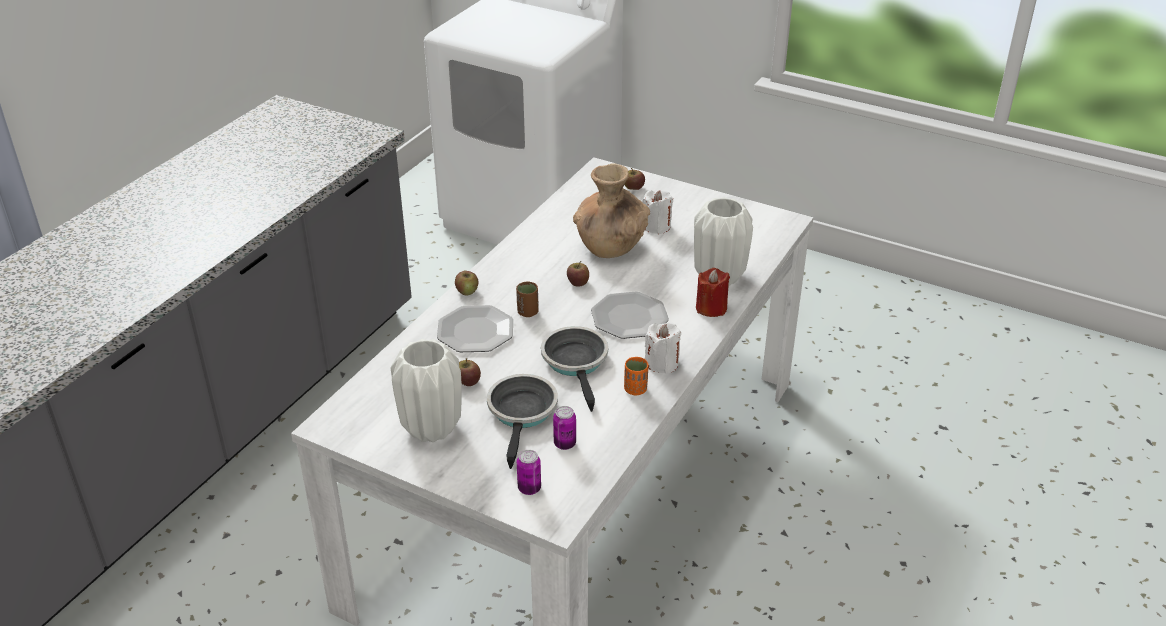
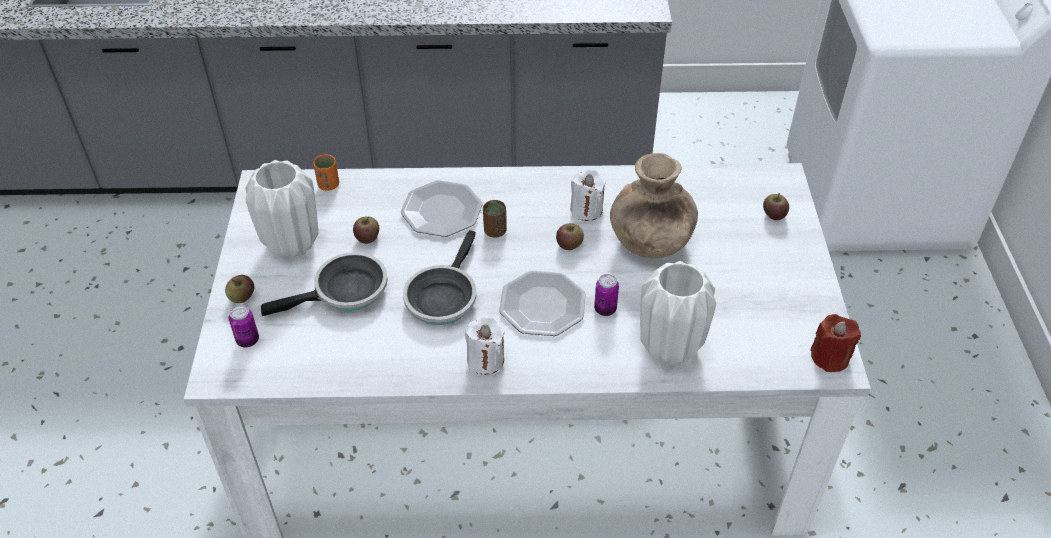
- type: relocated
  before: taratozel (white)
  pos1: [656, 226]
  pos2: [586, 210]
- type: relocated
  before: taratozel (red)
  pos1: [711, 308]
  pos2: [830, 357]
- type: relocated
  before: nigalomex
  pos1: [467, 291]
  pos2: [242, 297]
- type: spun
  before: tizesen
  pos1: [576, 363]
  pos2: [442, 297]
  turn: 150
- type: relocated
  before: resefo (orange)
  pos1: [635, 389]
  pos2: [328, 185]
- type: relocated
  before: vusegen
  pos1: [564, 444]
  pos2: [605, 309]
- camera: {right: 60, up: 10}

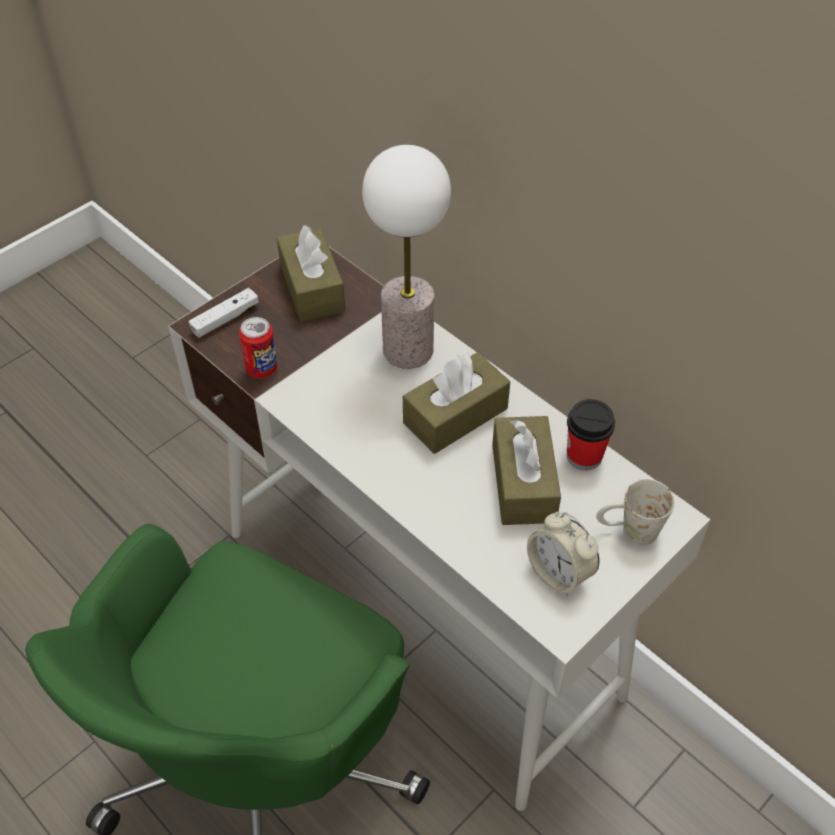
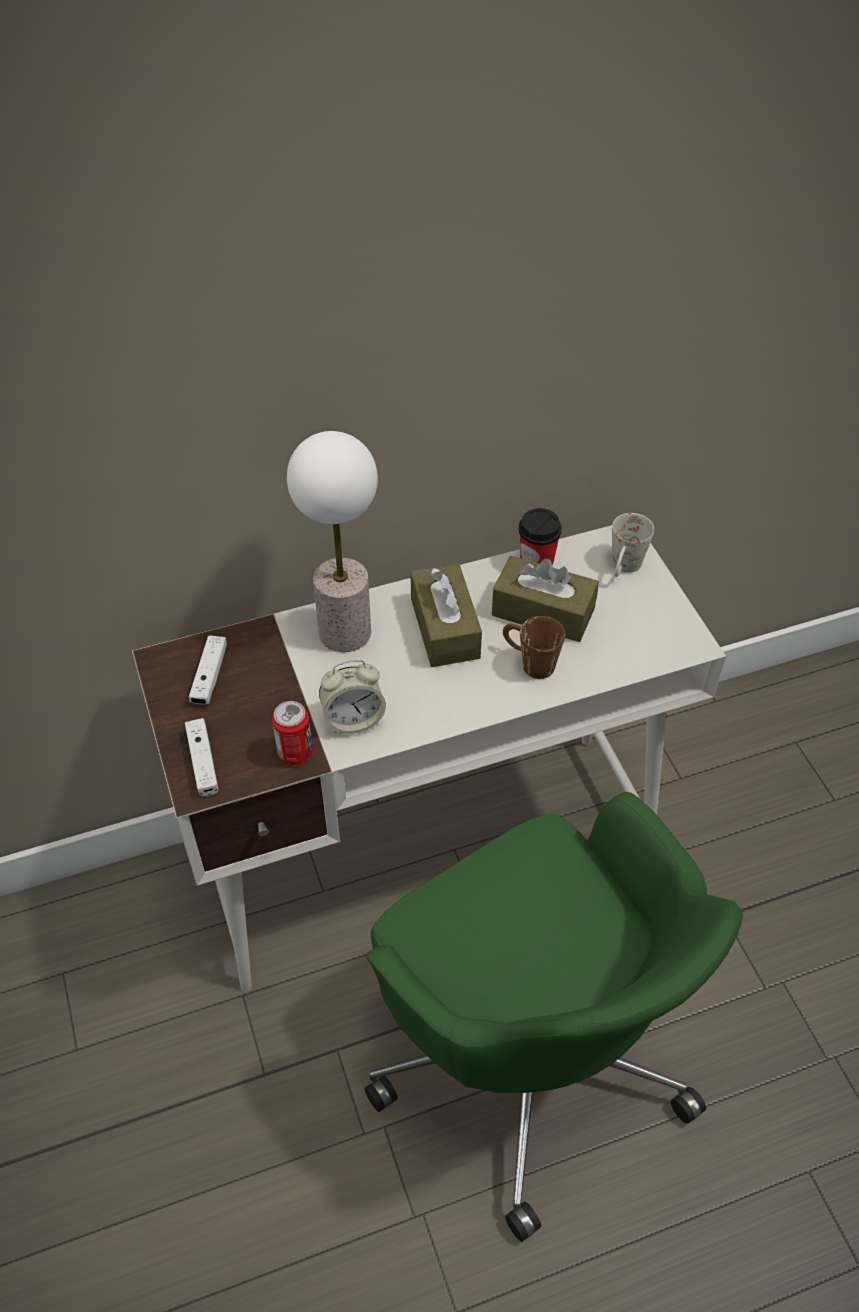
- type: exchanged
  before: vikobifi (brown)
  after: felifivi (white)
  pos1: [312, 288]
  pos2: [209, 676]
- type: relocated
  before: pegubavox
  pos1: [559, 573]
  pos2: [353, 719]
- type: appeared
  after: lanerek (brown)
  pos2: [529, 662]
- camera: {right: -65, up: 0}

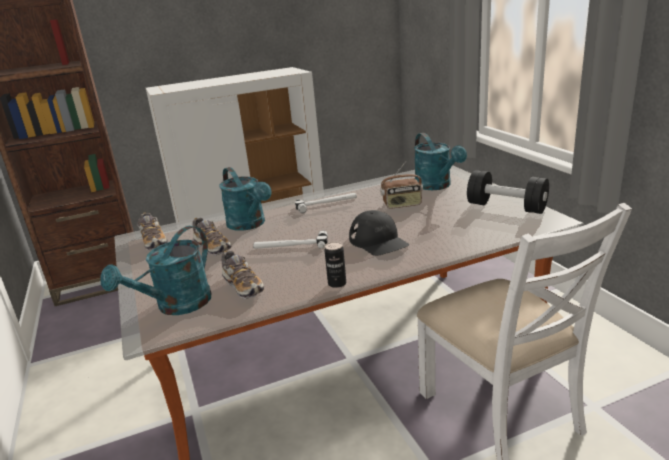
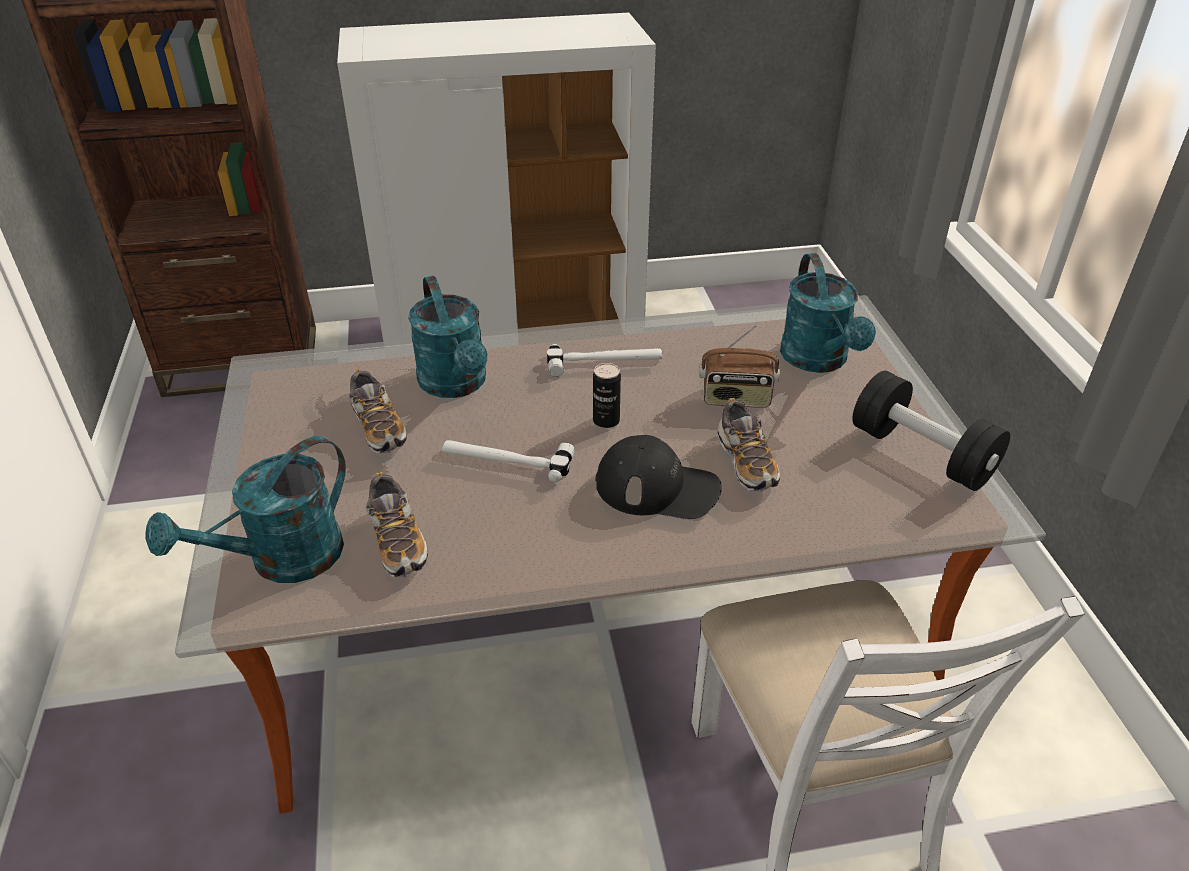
- type: spun
  before: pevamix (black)
  pos1: [378, 241]
  pos2: [658, 487]
  turn: -60
- type: relocated
  before: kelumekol
  pos1: [154, 242]
  pos2: [746, 462]
- type: relocated
  before: vusegen
  pos1: [337, 283]
  pos2: [606, 420]
- camera: {right: 10, up: 15}

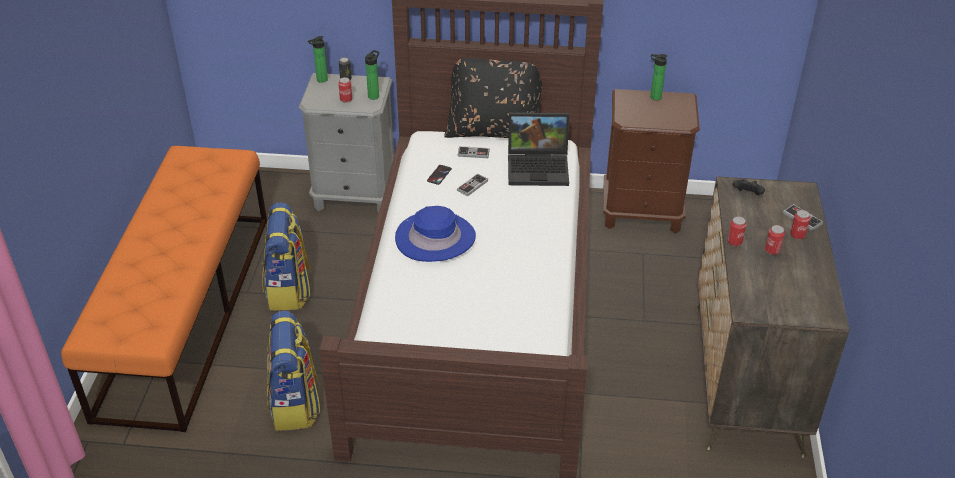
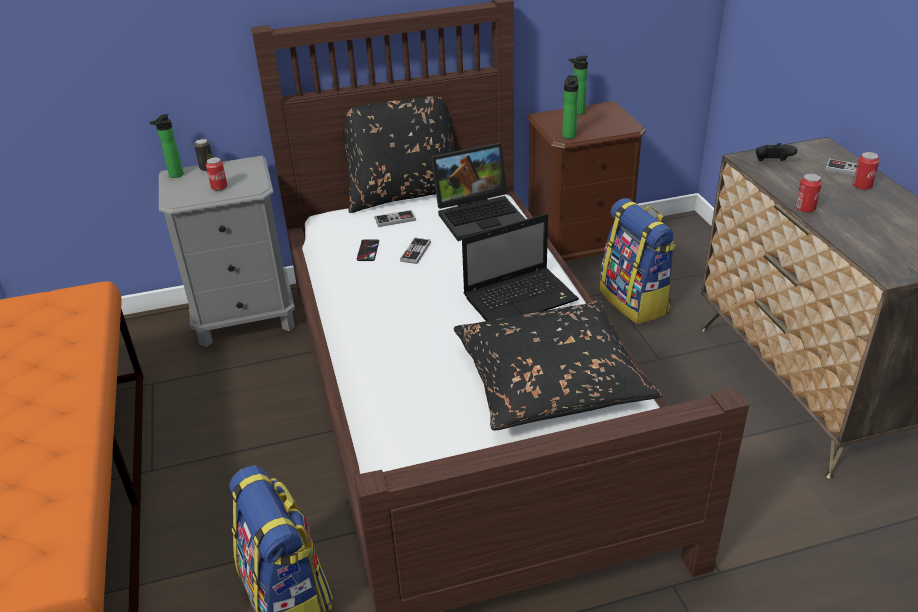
- type: relocated
  before: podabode
  pos1: [374, 95]
  pos2: [569, 135]
- type: relocated
  before: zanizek
  pos1: [289, 290]
  pos2: [635, 302]
- type: missing
  before: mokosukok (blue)
  pos1: [435, 238]
- type: missing
  before: vusegen
  pos1: [772, 250]
- type: appeared
  after: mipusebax
  pos2: [522, 298]
- type: appeared
  after: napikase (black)
  pos2: [550, 380]
- camera: {right: -20, up: -5}

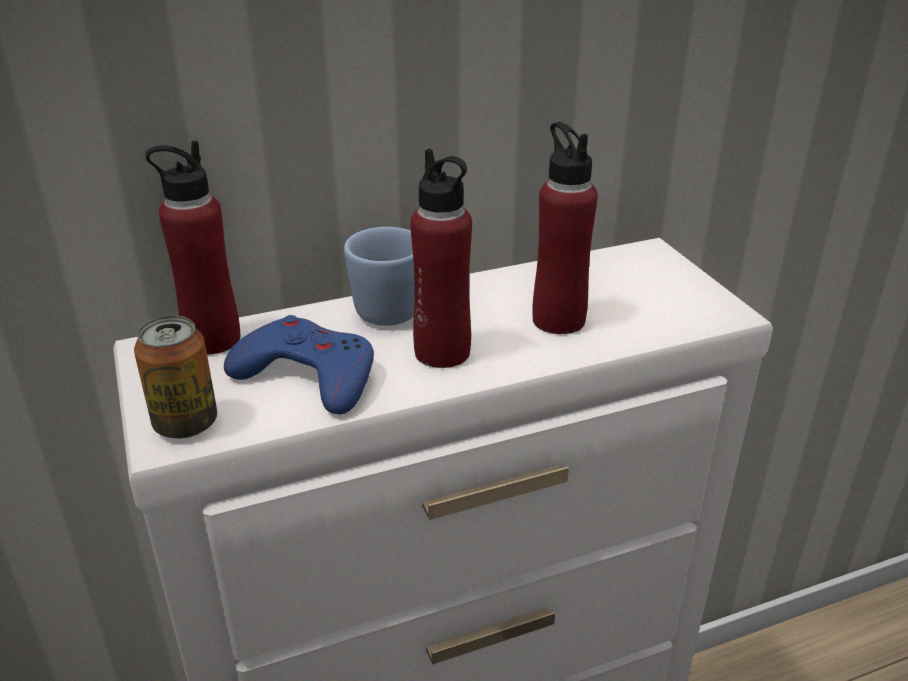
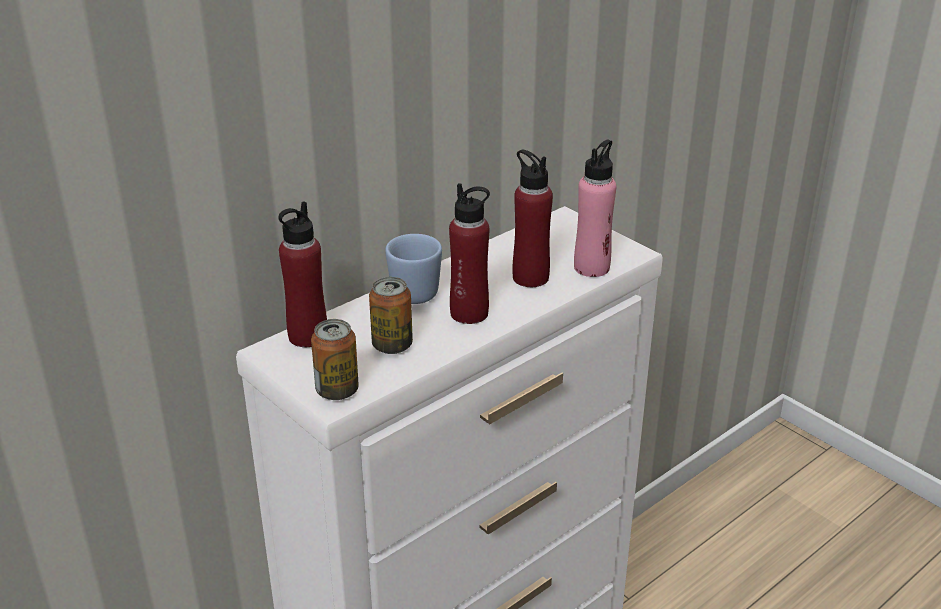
- type: exchanged
  before: felifivi (blue)
  after: vusegen
  pos1: [307, 375]
  pos2: [392, 345]
- type: appeared
  after: podabode (pink)
  pos2: [592, 267]
- camera: {right: -20, up: 0}

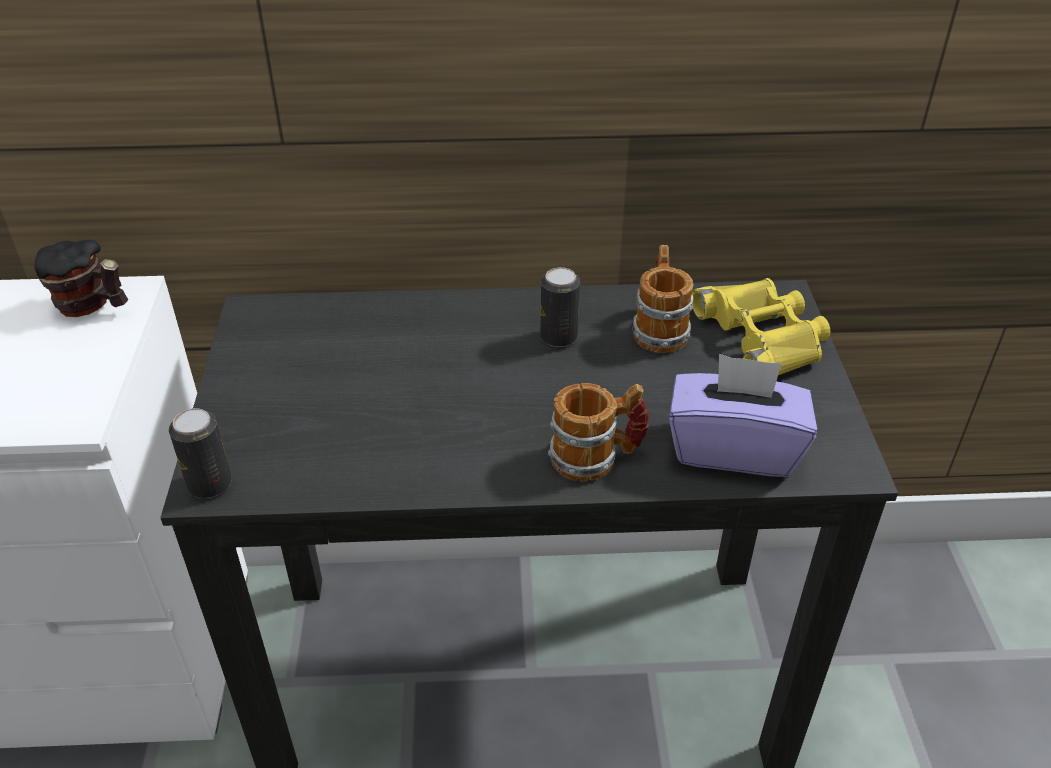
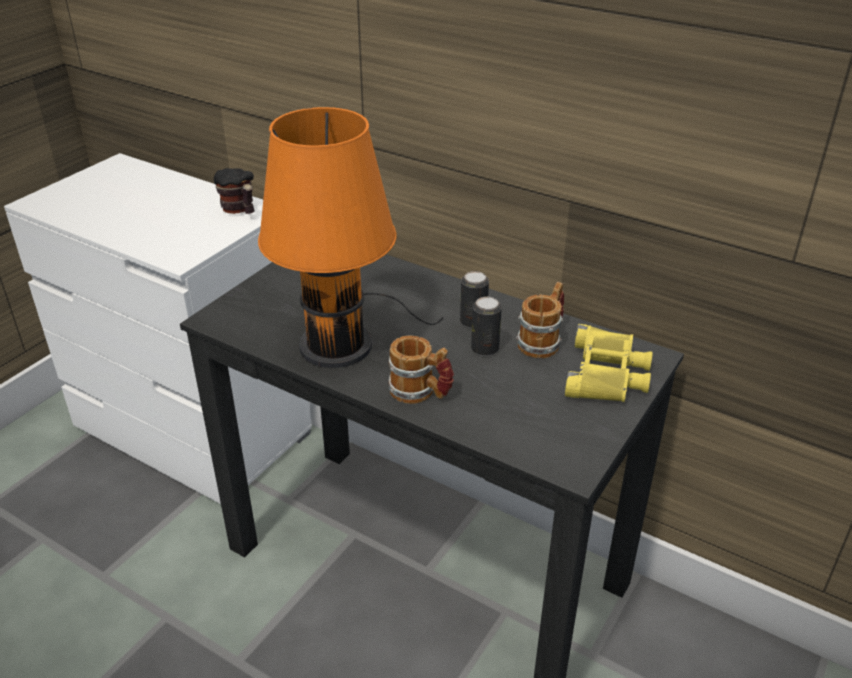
- type: missing
  before: vikobifi (purple)
  pos1: [734, 448]
- type: relocated
  before: vusegen
  pos1: [210, 484]
  pos2: [484, 349]
- type: appeared
  after: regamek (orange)
  pos2: [342, 341]
- camera: {right: 35, up: -5}

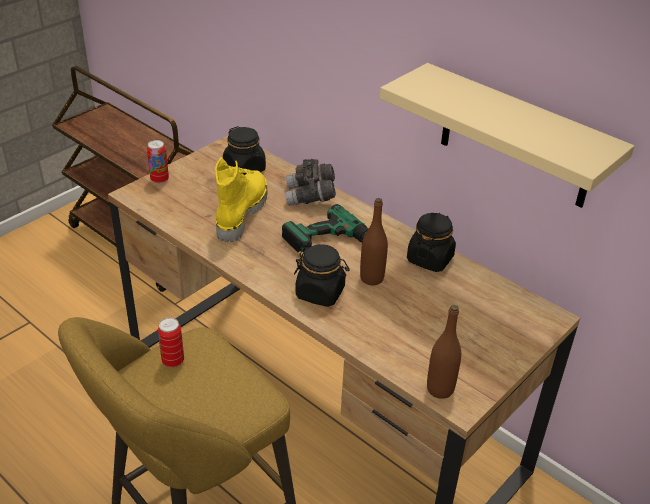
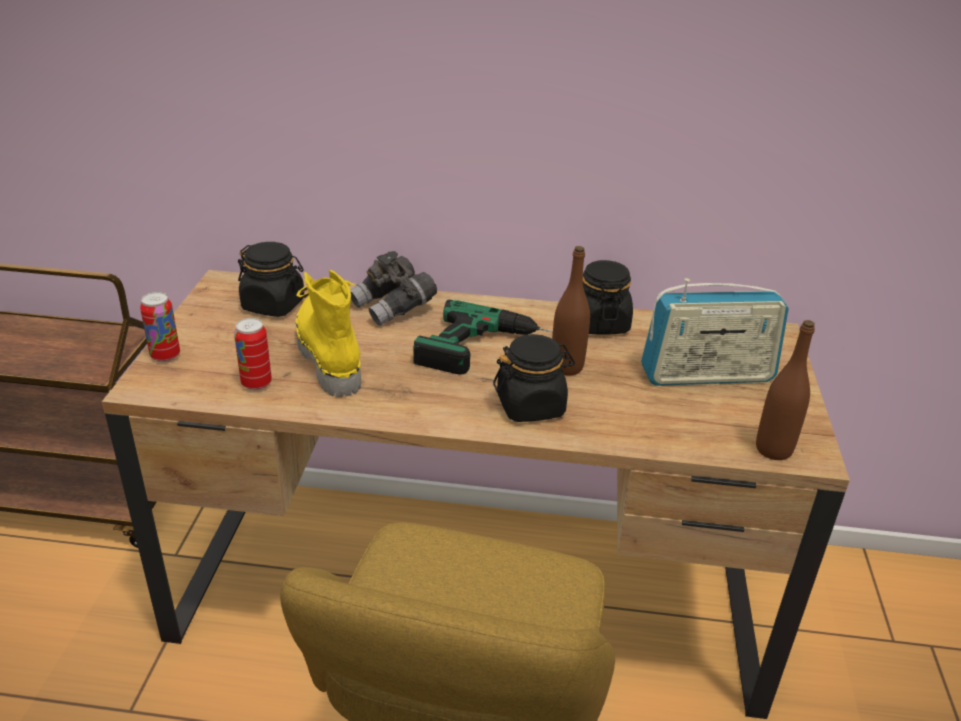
- type: missing
  before: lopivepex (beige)
  pos1: [516, 138]
- type: relocated
  before: vusegen
  pos1: [173, 361]
  pos2: [256, 383]
- type: appeared
  after: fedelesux
  pos2: [707, 375]
- camera: {right: -35, up: -5}

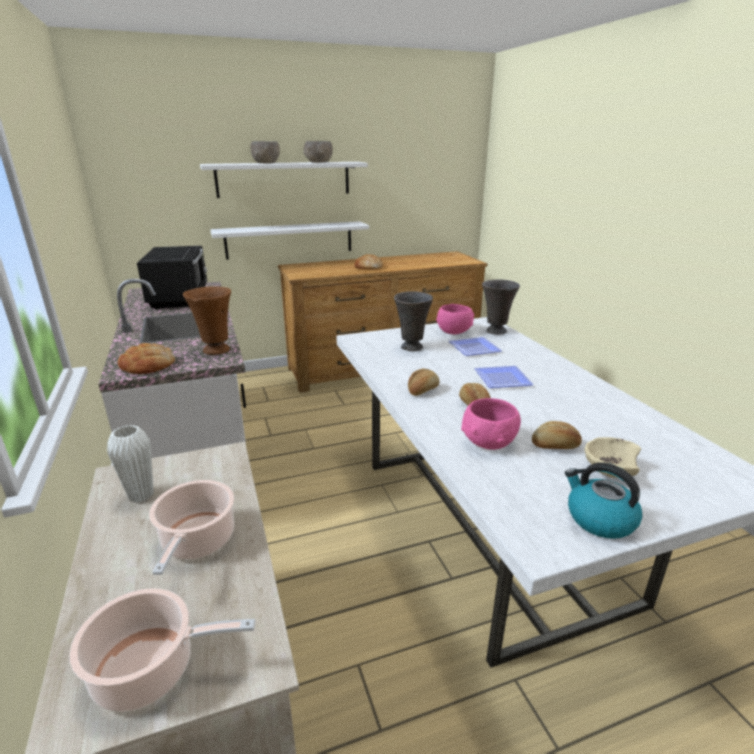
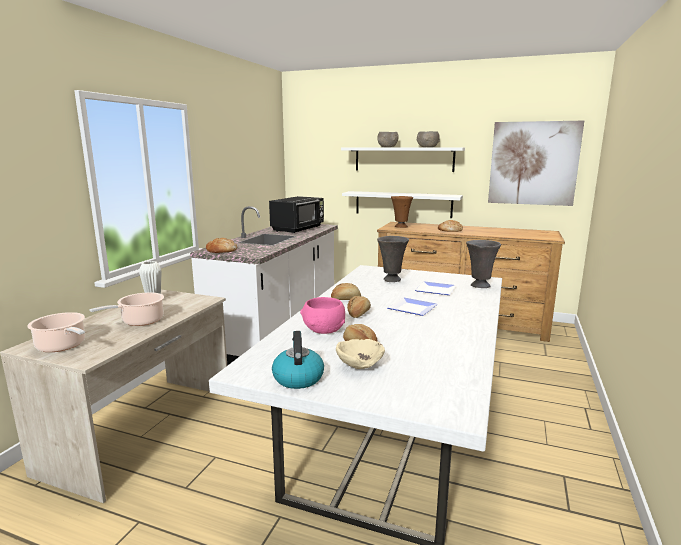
- type: relocated
  before: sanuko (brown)
  pos1: [215, 350]
  pos2: [400, 227]
- type: missing
  before: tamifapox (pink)
  pos1: [454, 331]
- type: appeared
  after: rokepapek
  pos2: [533, 163]
- camera: {right: 40, up: -10}

